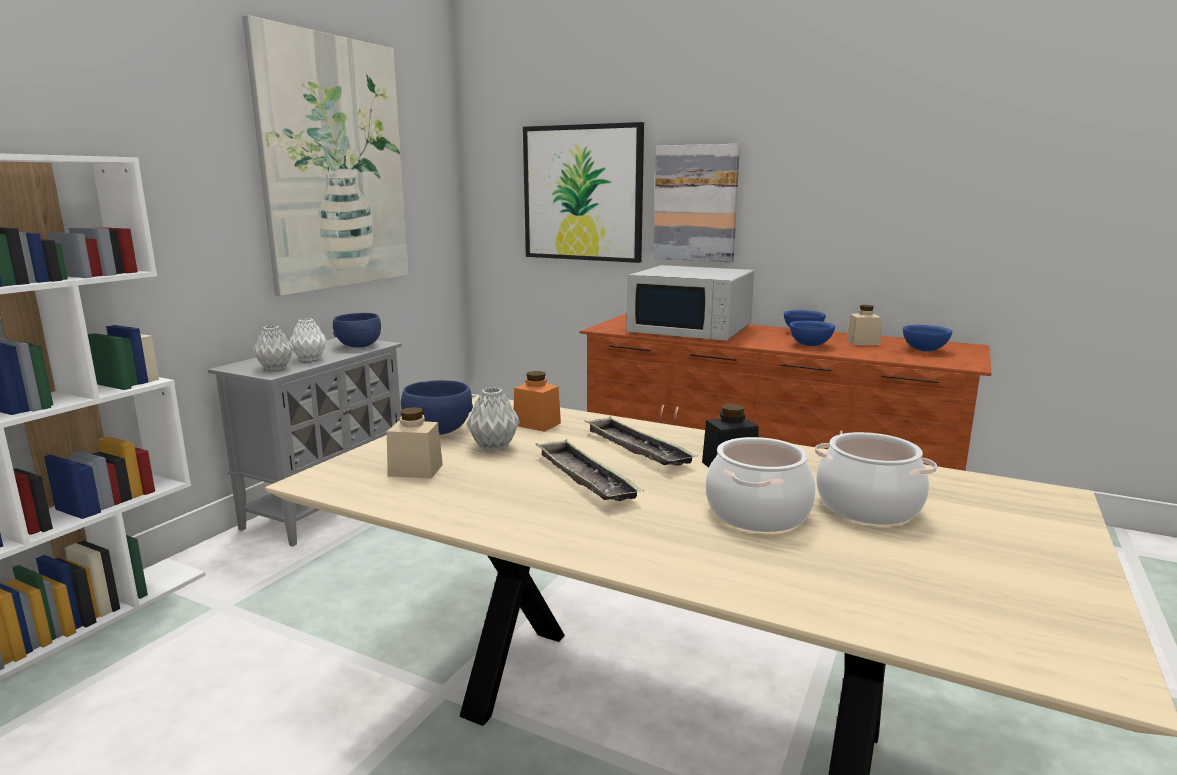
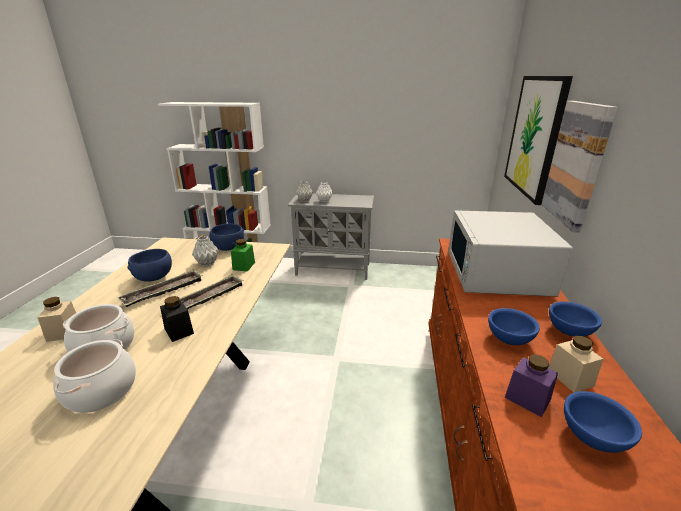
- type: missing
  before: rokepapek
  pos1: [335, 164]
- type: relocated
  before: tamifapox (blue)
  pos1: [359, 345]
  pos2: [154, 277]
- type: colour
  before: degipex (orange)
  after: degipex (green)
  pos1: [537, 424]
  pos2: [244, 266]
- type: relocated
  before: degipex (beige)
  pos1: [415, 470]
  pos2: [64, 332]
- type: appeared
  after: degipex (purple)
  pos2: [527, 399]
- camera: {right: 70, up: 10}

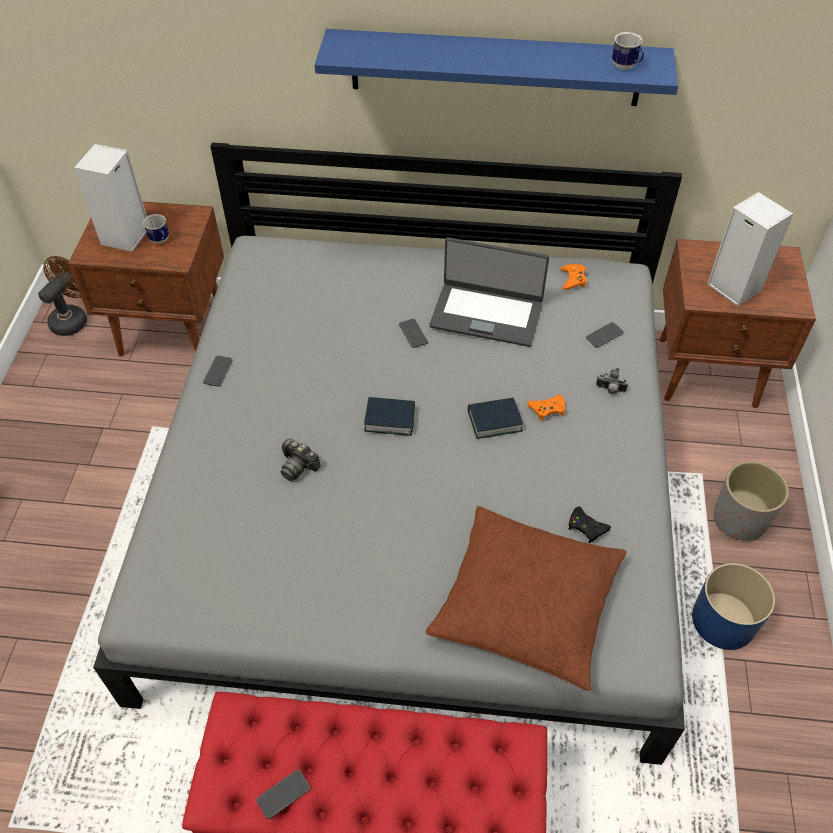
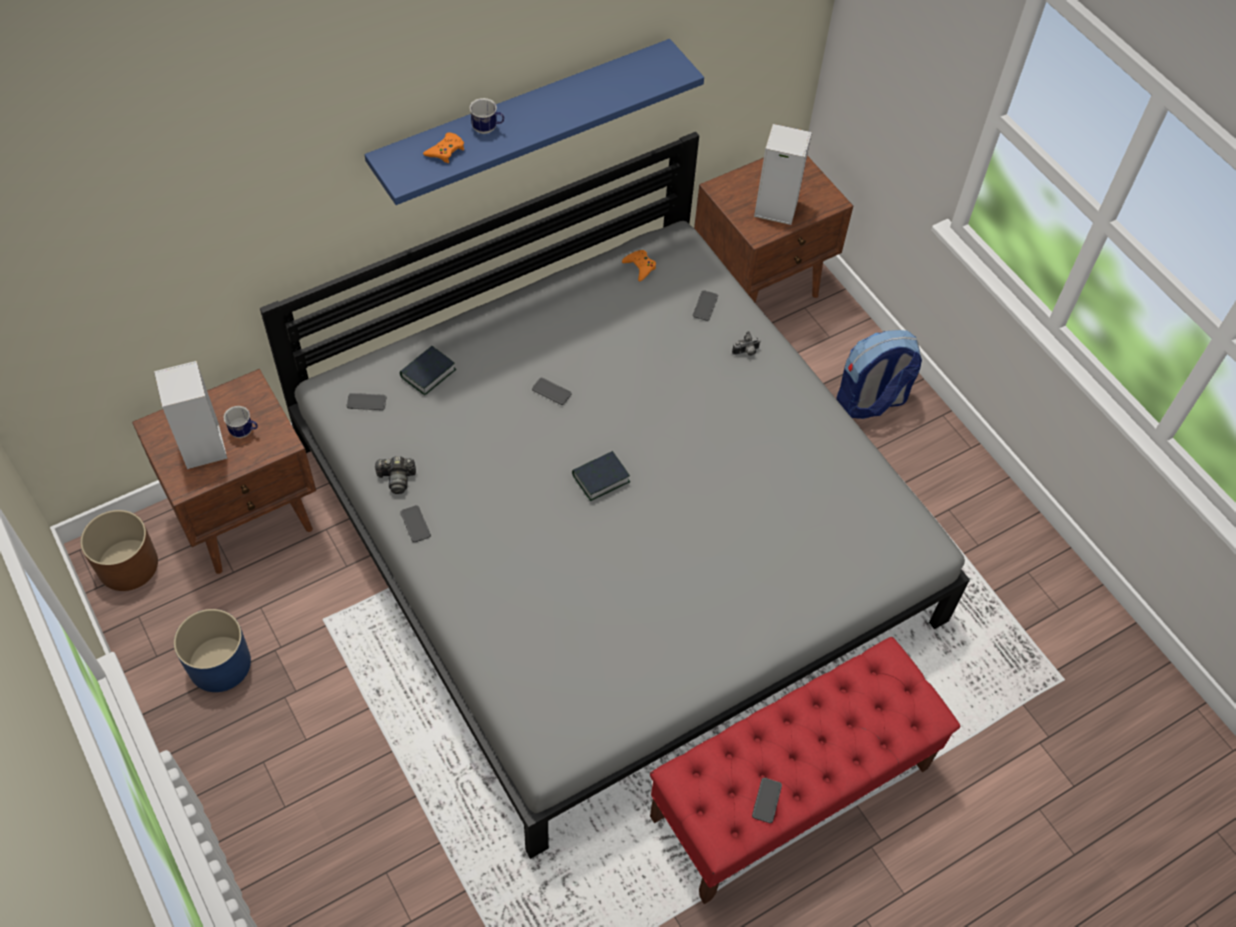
- type: relocated
  before: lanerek
  pos1: [626, 67]
  pos2: [488, 129]
- type: missing
  before: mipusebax
  pos1: [486, 314]
- type: exchanged
  before: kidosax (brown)
  after: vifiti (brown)
  pos1: [72, 318]
  pos2: [127, 565]
- type: relocated
  before: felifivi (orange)
  pos1: [547, 409]
  pos2: [445, 151]
- type: relocated
  before: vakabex
  pos1: [494, 421]
  pos2: [428, 373]
- type: relocated
  before: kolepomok
  pos1: [298, 466]
  pos2: [397, 479]
- type: exchanged
  before: vifiti (grey)
  after: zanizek
  pos1: [739, 519]
  pos2: [870, 401]
- type: missing
  before: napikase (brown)
  pos1: [526, 603]
- type: missing
  before: felifivi (black)
  pos1: [586, 527]
- type: relocated
  before: vifiti (blue)
  pos1: [724, 621]
  pos2: [220, 664]
- type: appeared
  after: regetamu
  pos2: [366, 402]
- camera: {right: -40, up: 5}

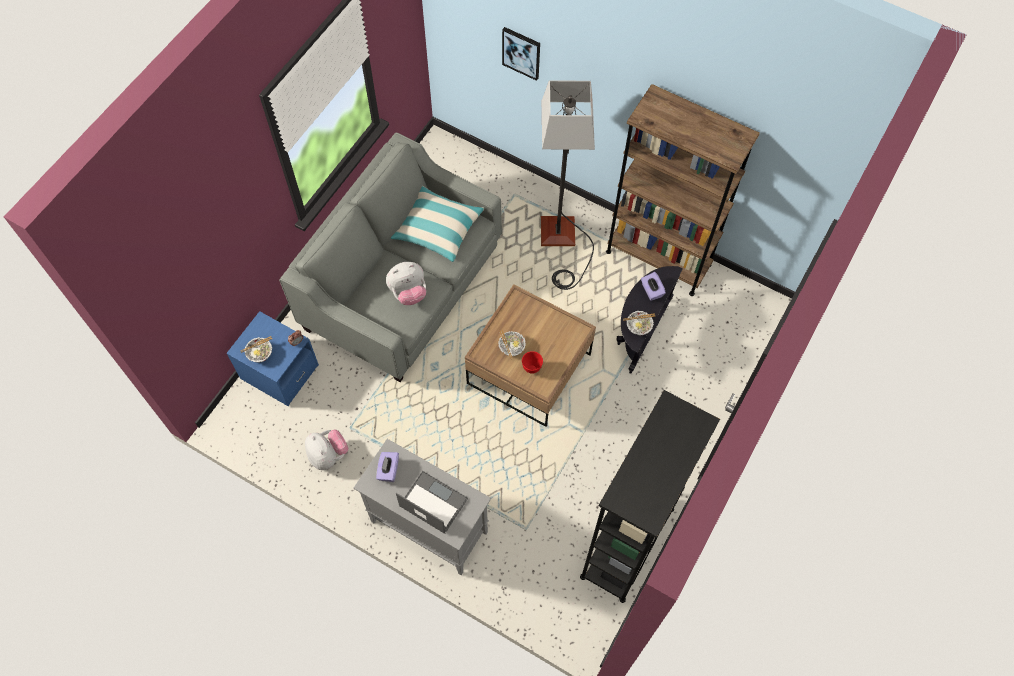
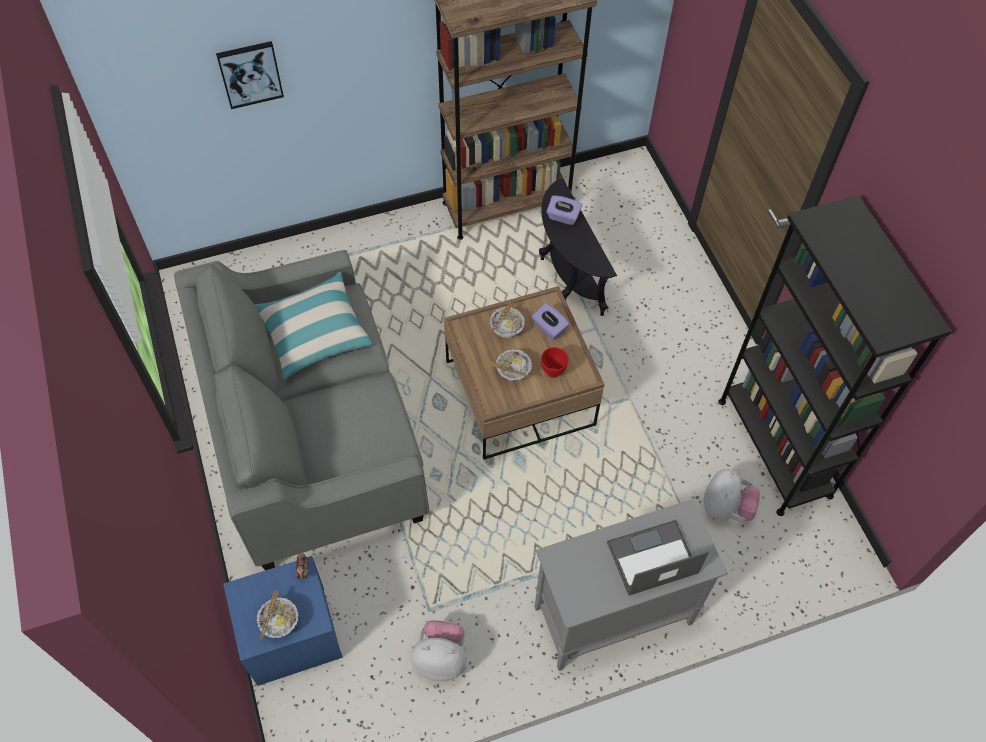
- type: missing
  before: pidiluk
  pos1: [561, 243]
- type: relocated
  before: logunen
  pos1: [408, 292]
  pos2: [726, 508]
- type: relocated
  before: tamifapox
  pos1: [638, 327]
  pos2: [506, 329]
- type: relocated
  before: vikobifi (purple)
  pos1: [388, 470]
  pos2: [549, 328]
- camera: {right: -50, up: -5}

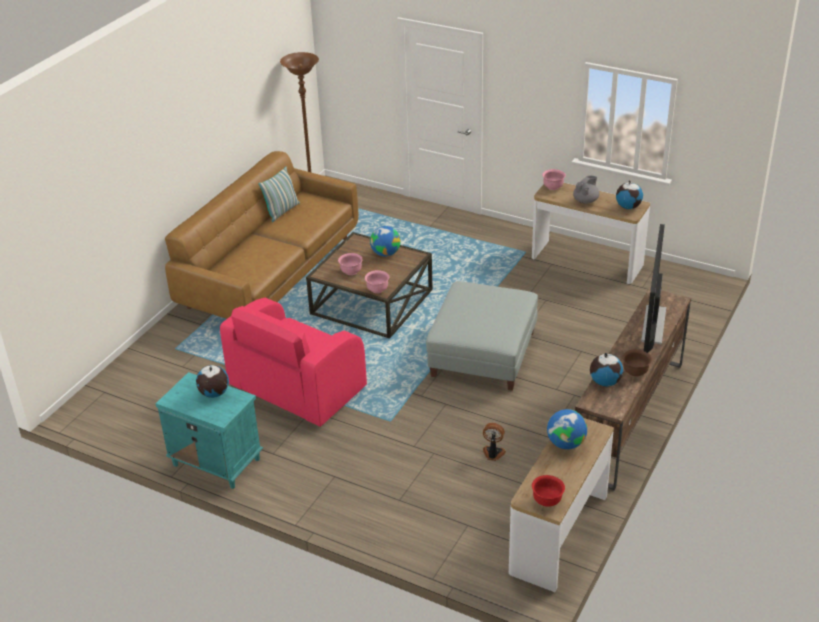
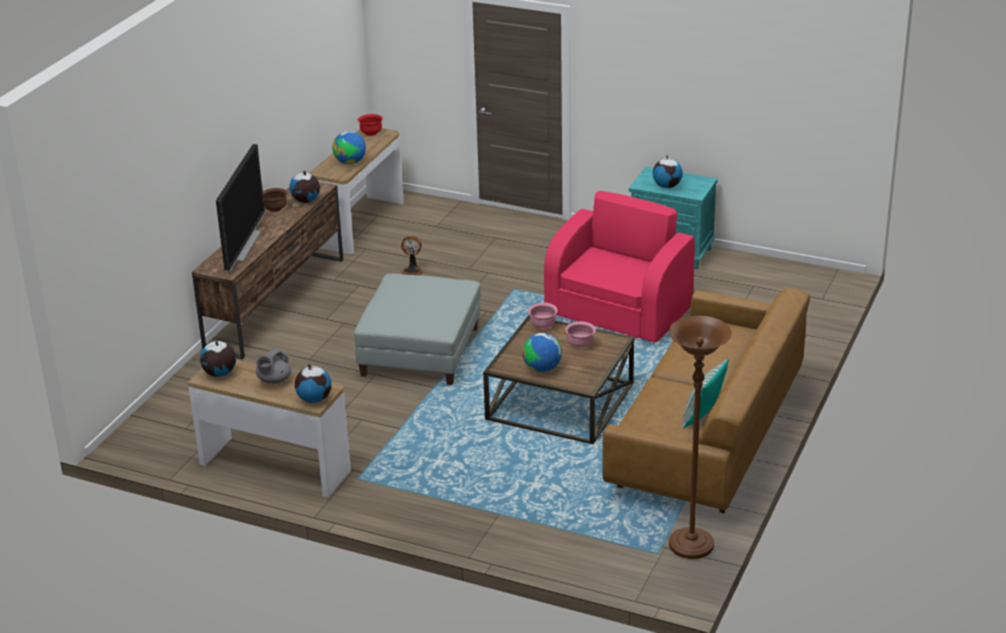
- type: exchanged
  before: tamifapox (pink)
  after: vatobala
  pos1: [553, 187]
  pos2: [314, 399]
- camera: {right: 175, up: -5}

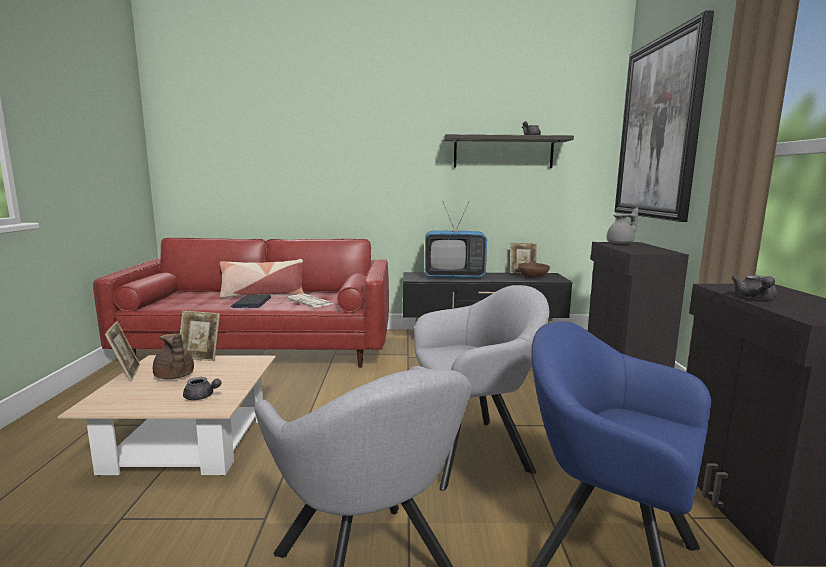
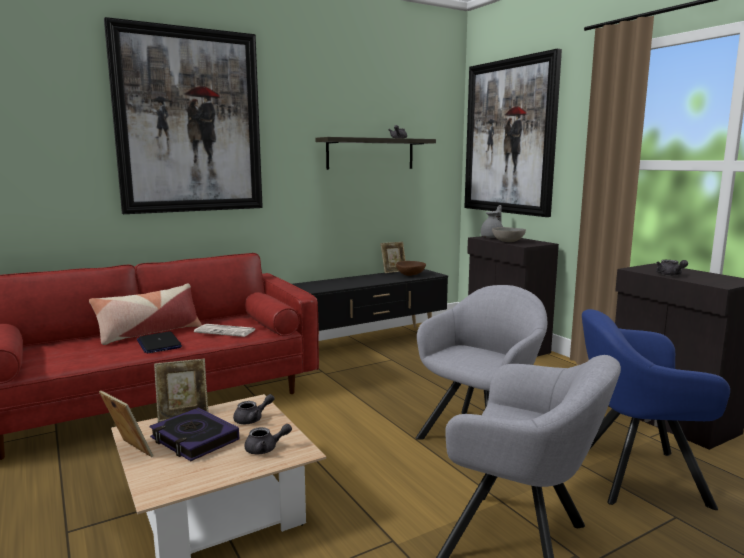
- type: missing
  before: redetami
  pos1: [454, 276]
- type: exchanged
  before: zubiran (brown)
  after: vakabex
  pos1: [174, 376]
  pos2: [194, 439]
- type: appeared
  after: rokepapek
  pos2: [189, 122]
- type: appeared
  after: tamifapox (grey)
  pos2: [508, 241]
- type: appeared
  after: zubiran (grey)
  pos2: [252, 419]
- camera: {right: -30, up: 0}

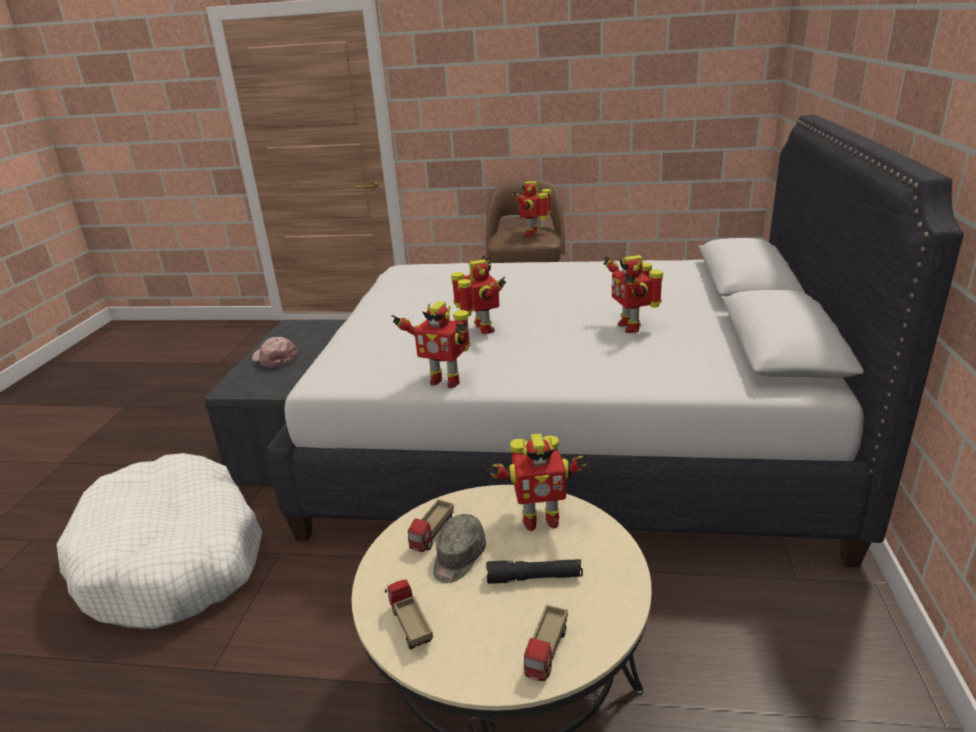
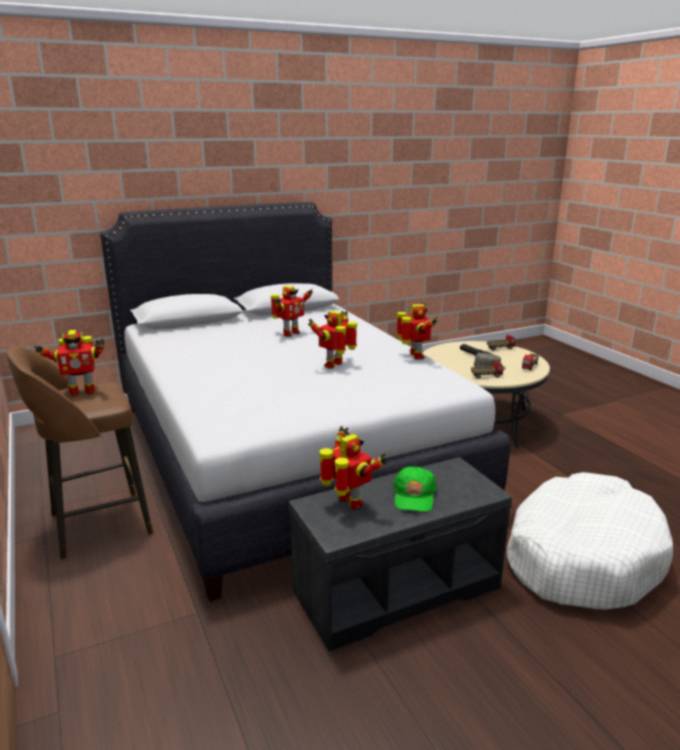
- type: colour
  before: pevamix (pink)
  after: pevamix (green)
  pos1: [274, 358]
  pos2: [414, 496]
- type: relocated
  before: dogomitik
  pos1: [539, 520]
  pos2: [349, 503]
- camera: {right: -125, up: -5}

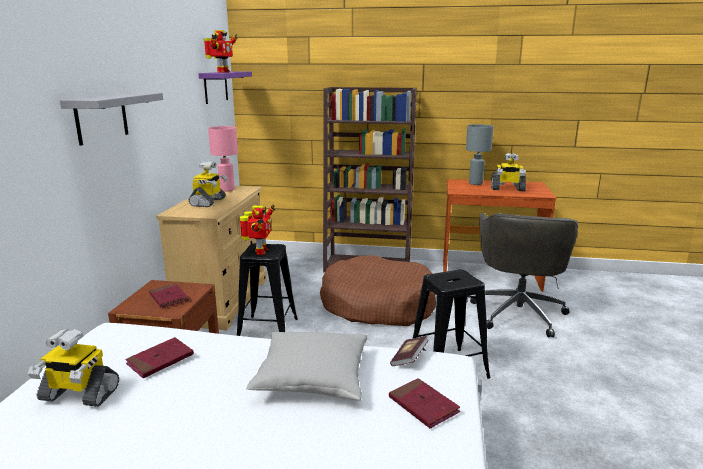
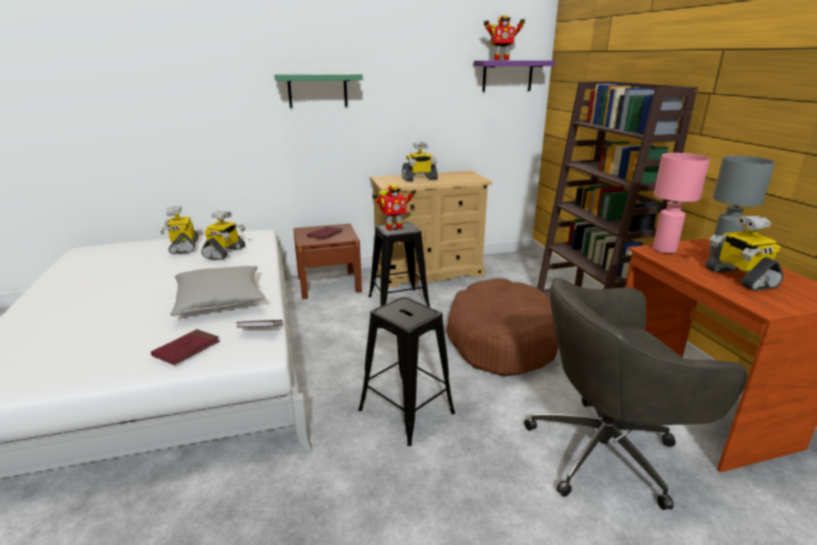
- type: colour
  before: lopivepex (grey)
  after: lopivepex (green)
  pos1: [101, 117]
  pos2: [317, 90]
- type: relocated
  before: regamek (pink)
  pos1: [226, 190]
  pos2: [664, 249]
- type: exchanged
  before: vakabex (red)
  after: dogomitik
  pos1: [160, 360]
  pos2: [225, 252]
- camera: {right: 65, up: 5}

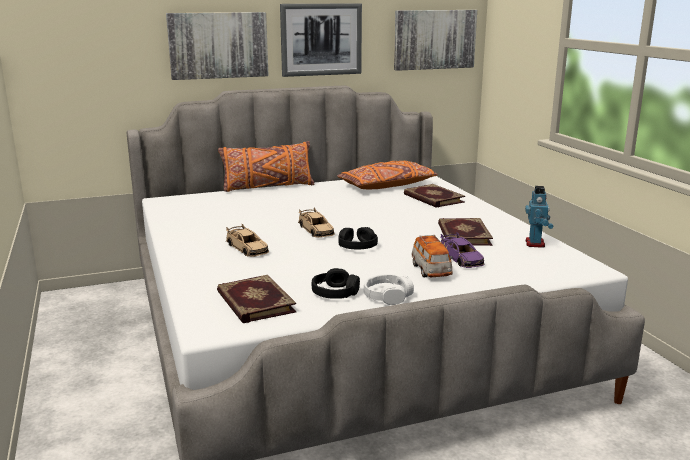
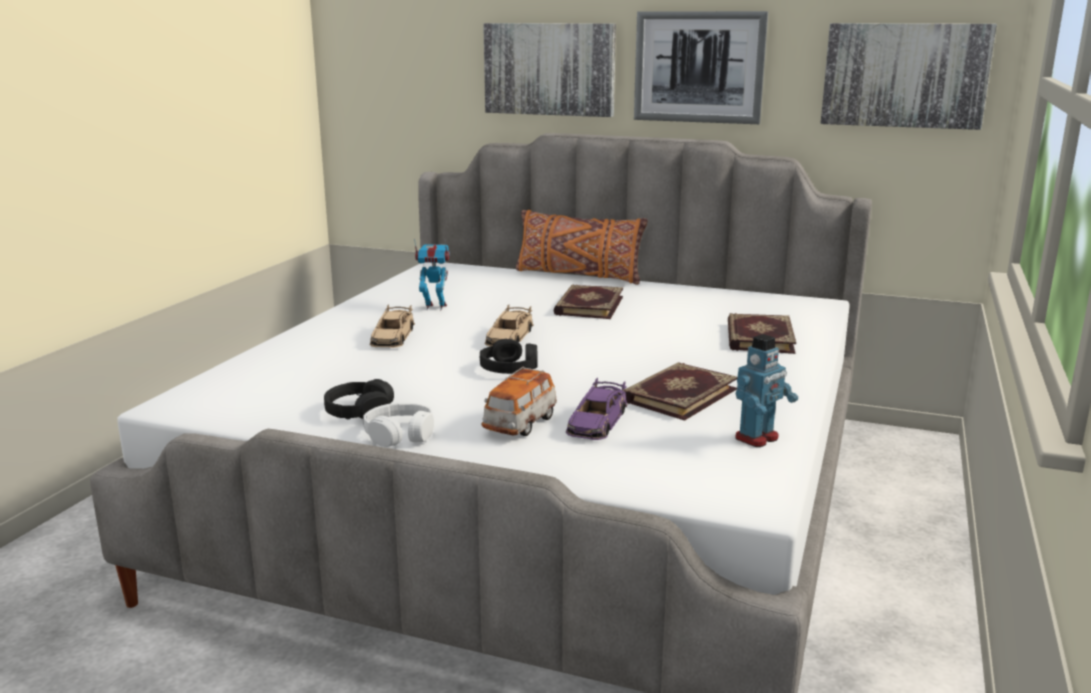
- type: missing
  before: napikase (orange)
  pos1: [387, 186]
- type: relocated
  before: vakabex
  pos1: [254, 302]
  pos2: [588, 305]
- type: appeared
  after: dogomitik
  pos2: [435, 307]
- camera: {right: 40, up: 0}

